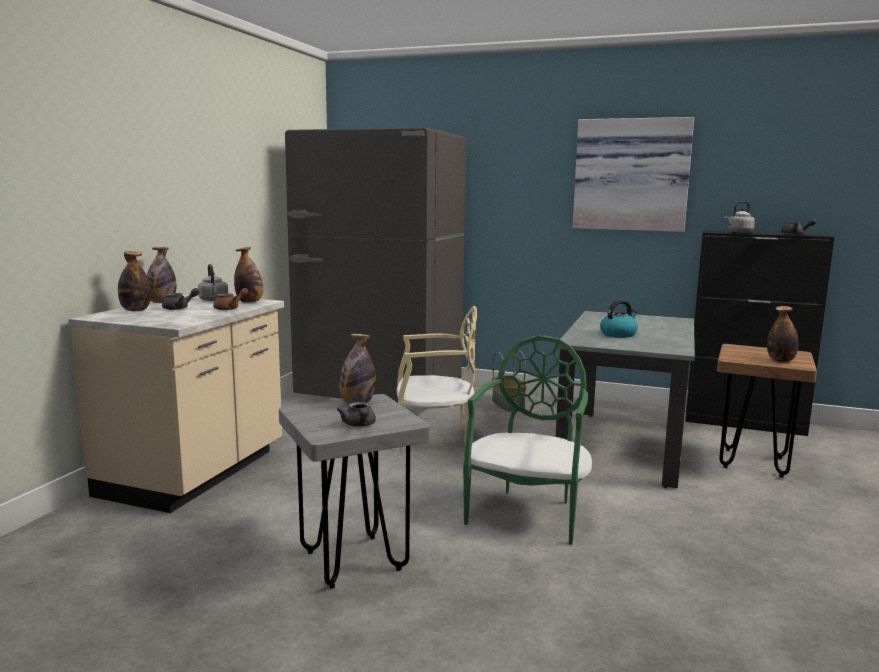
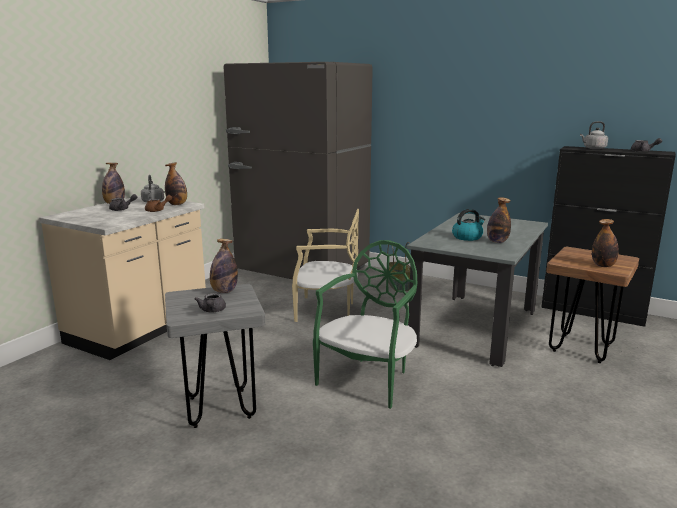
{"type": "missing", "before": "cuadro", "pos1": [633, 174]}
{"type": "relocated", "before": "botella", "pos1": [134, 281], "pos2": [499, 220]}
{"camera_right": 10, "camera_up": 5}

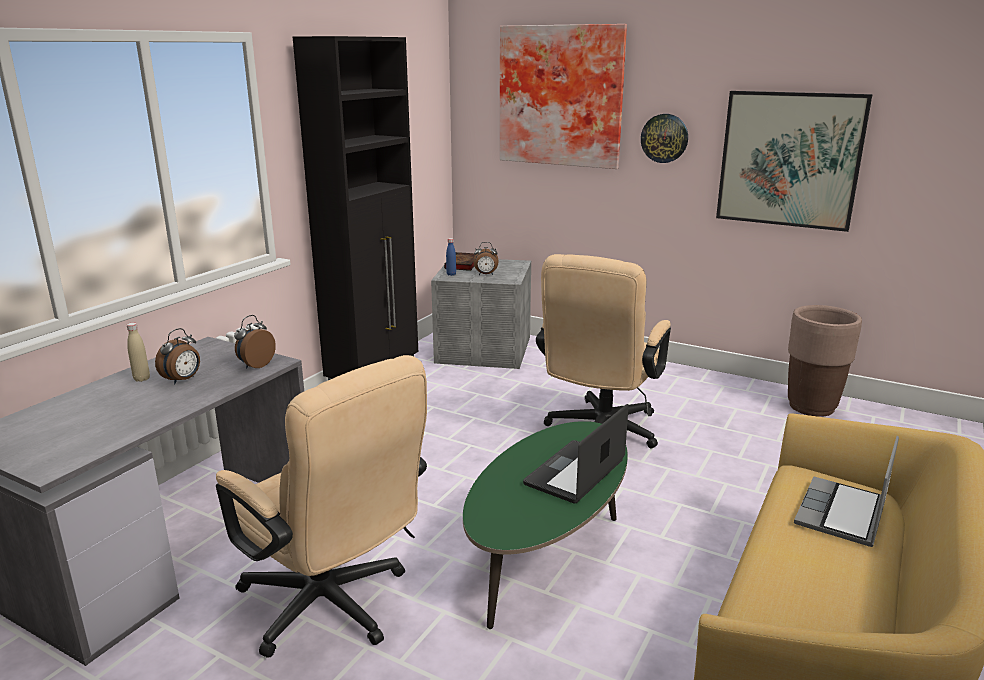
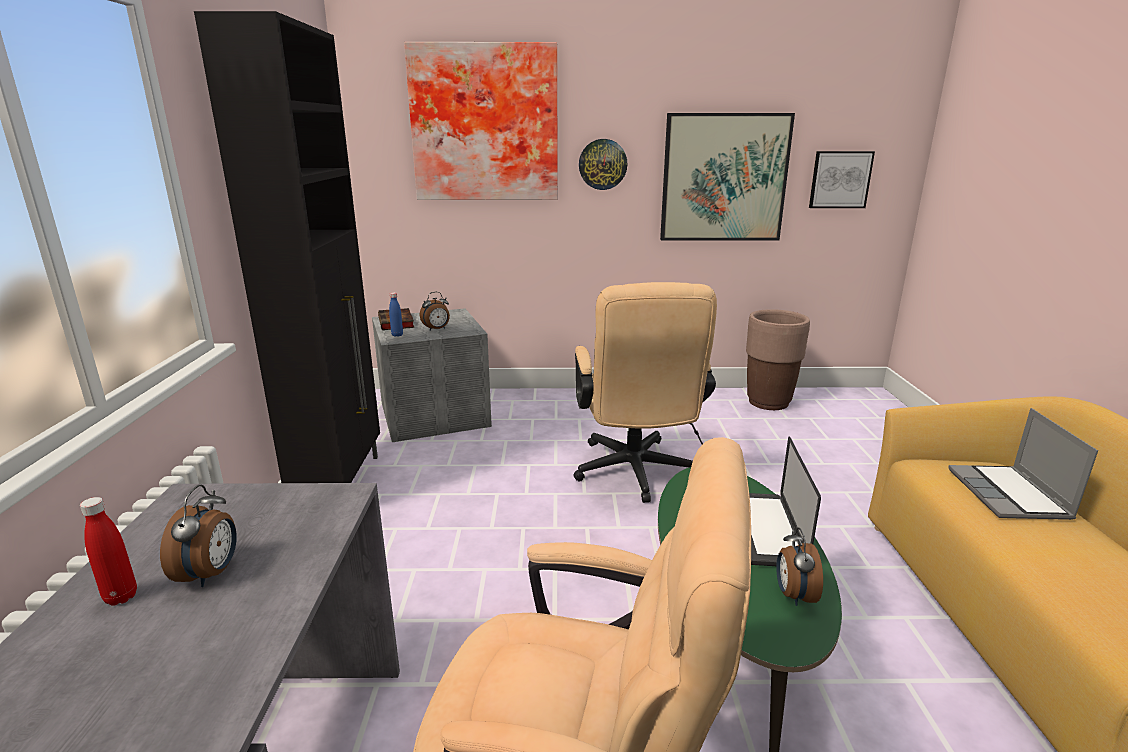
{"type": "relocated", "before": "despertador", "pos1": [255, 341], "pos2": [799, 567]}
{"type": "colour", "before": "botella [beis]", "after": "botella [rojo]", "pos1": [138, 352], "pos2": [108, 551]}
{"type": "appeared", "after": "cuadro", "pos2": [842, 179]}
{"camera_right": -30, "camera_up": 0}

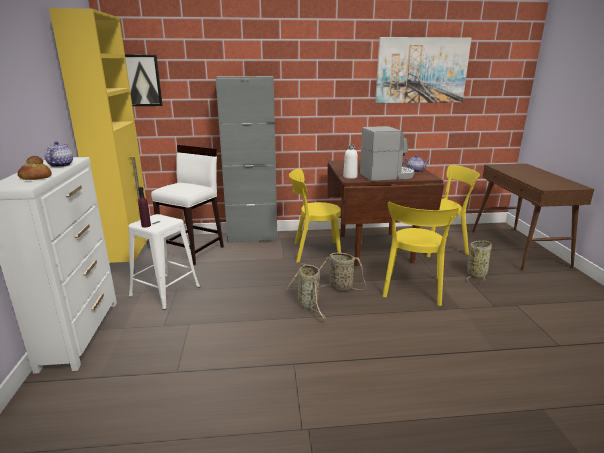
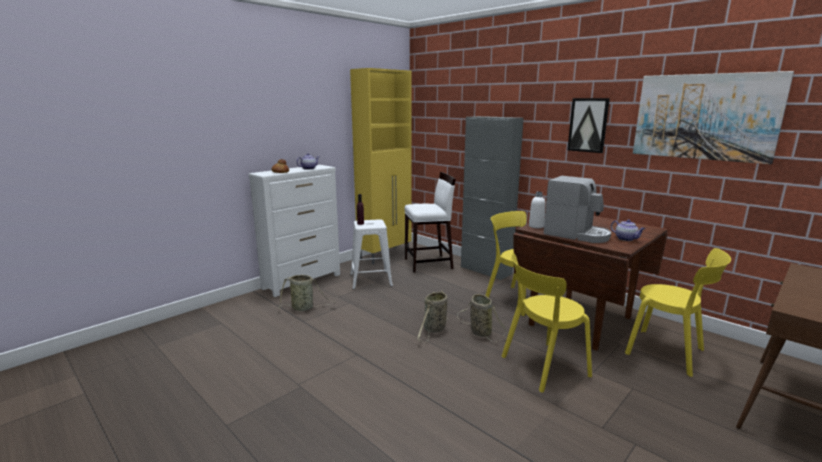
{"type": "relocated", "before": "cuadro", "pos1": [144, 80], "pos2": [589, 125]}
{"type": "relocated", "before": "cesta", "pos1": [479, 260], "pos2": [307, 292]}
{"camera_right": 50, "camera_up": -5}

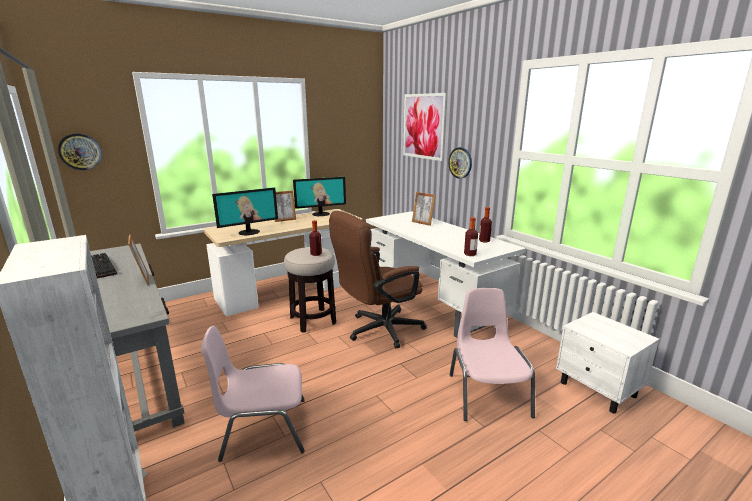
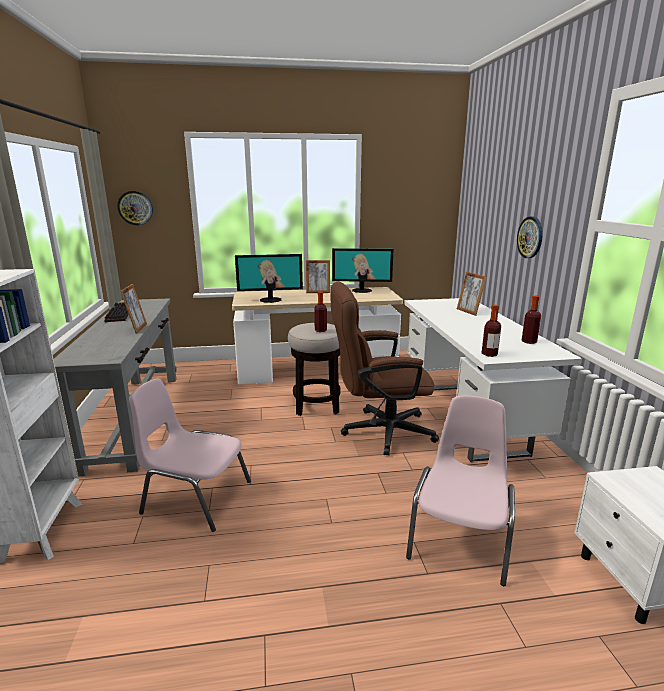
{"type": "missing", "before": "cuadro", "pos1": [425, 127]}
{"camera_right": 25, "camera_up": 0}

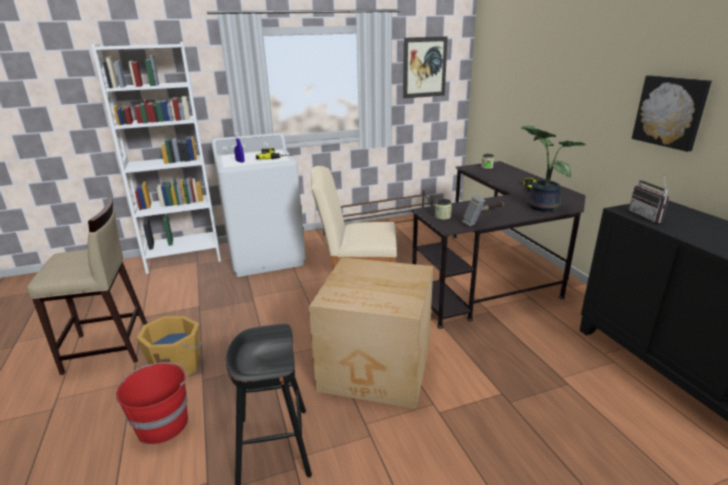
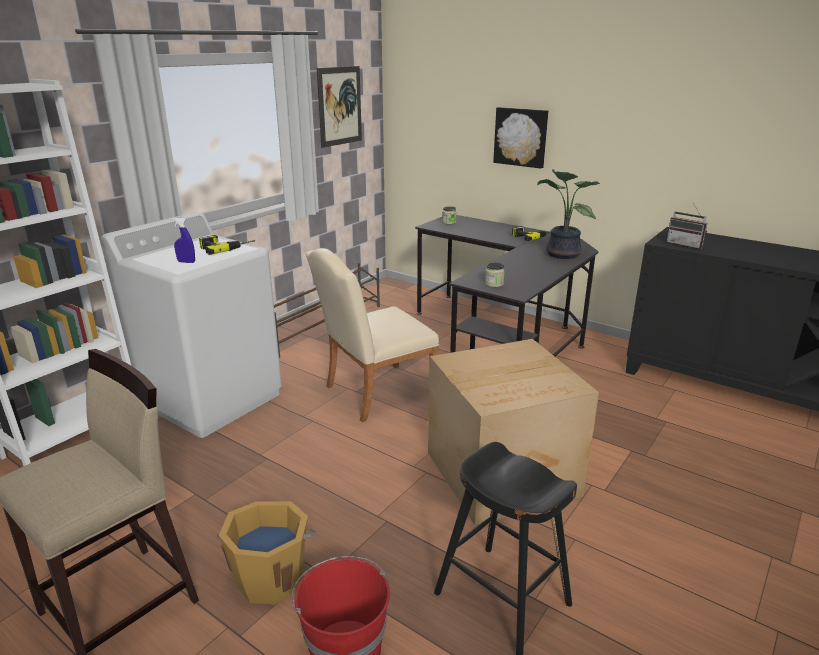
{"type": "relocated", "before": "cuadro", "pos1": [672, 113], "pos2": [520, 138]}
{"type": "missing", "before": "martillo", "pos1": [483, 210]}
{"camera_right": -35, "camera_up": 0}

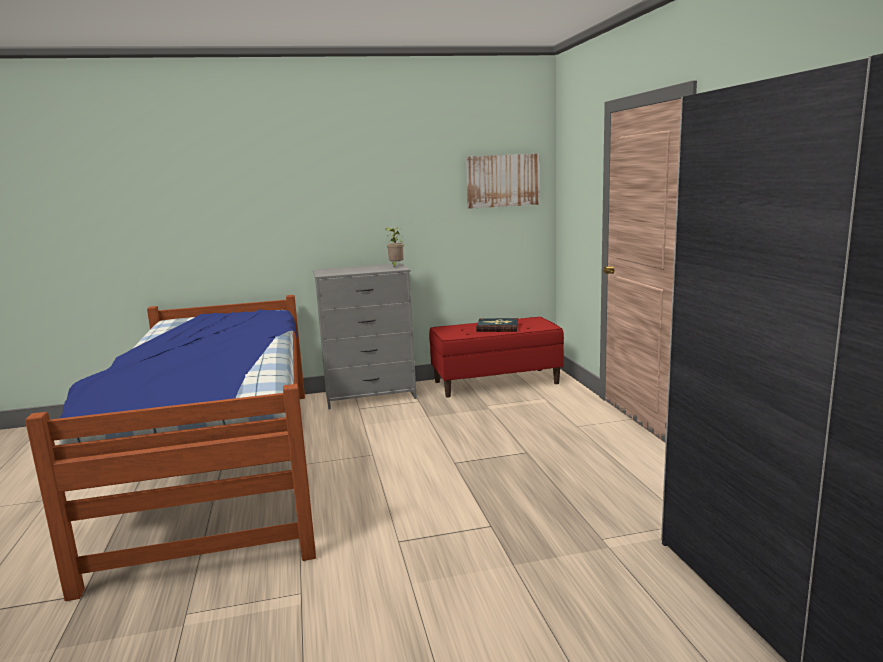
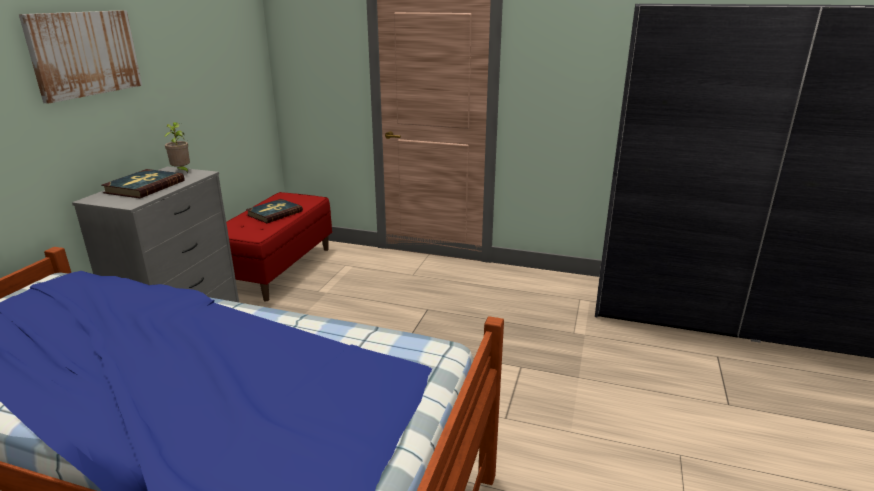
{"type": "relocated", "before": "cuadro", "pos1": [503, 181], "pos2": [80, 57]}
{"type": "appeared", "after": "libro", "pos2": [142, 183]}
{"camera_right": -60, "camera_up": 10}

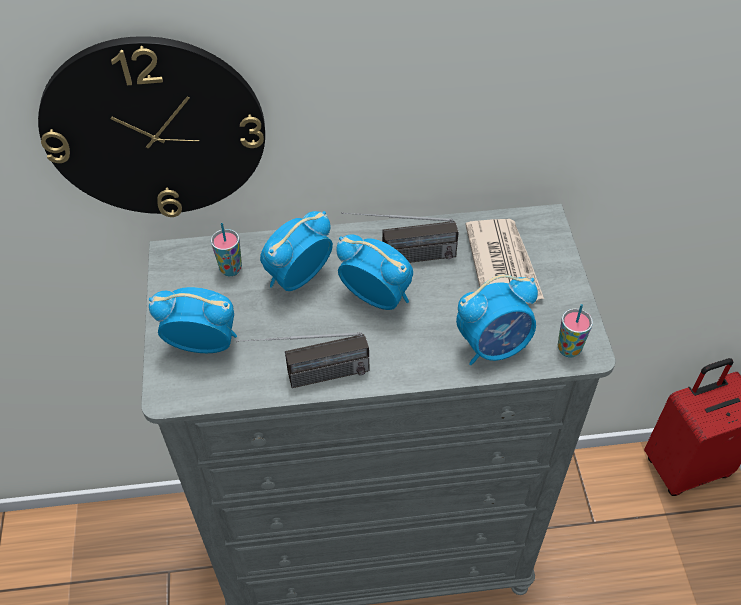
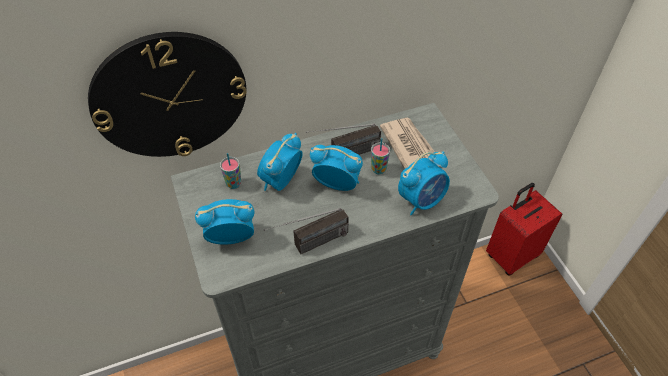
{"type": "relocated", "before": "taza", "pos1": [575, 331], "pos2": [380, 156]}
{"camera_right": -15, "camera_up": 0}

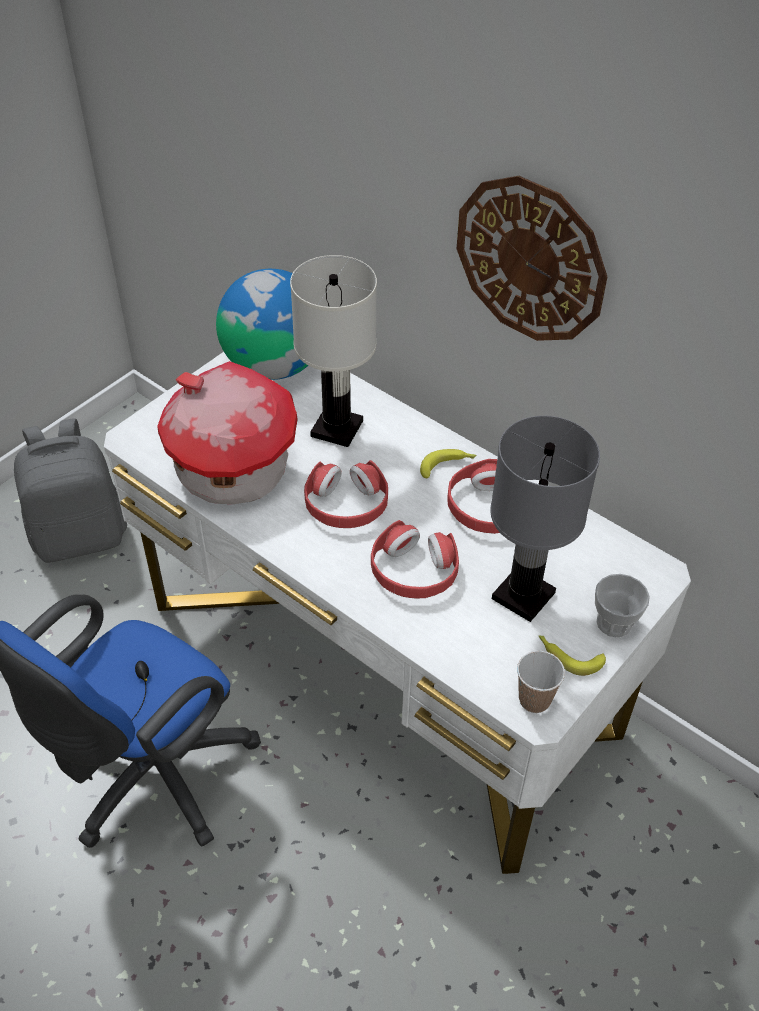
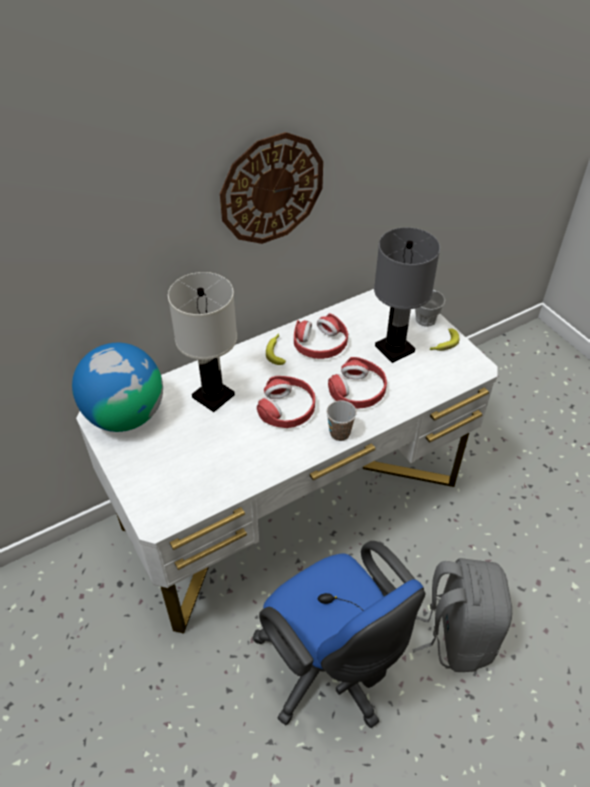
{"type": "missing", "before": "casita", "pos1": [227, 432]}
{"type": "relocated", "before": "mochila [gris]", "pos1": [70, 490], "pos2": [462, 615]}
{"type": "relocated", "before": "taza", "pos1": [541, 682], "pos2": [341, 420]}
{"camera_right": -70, "camera_up": 0}

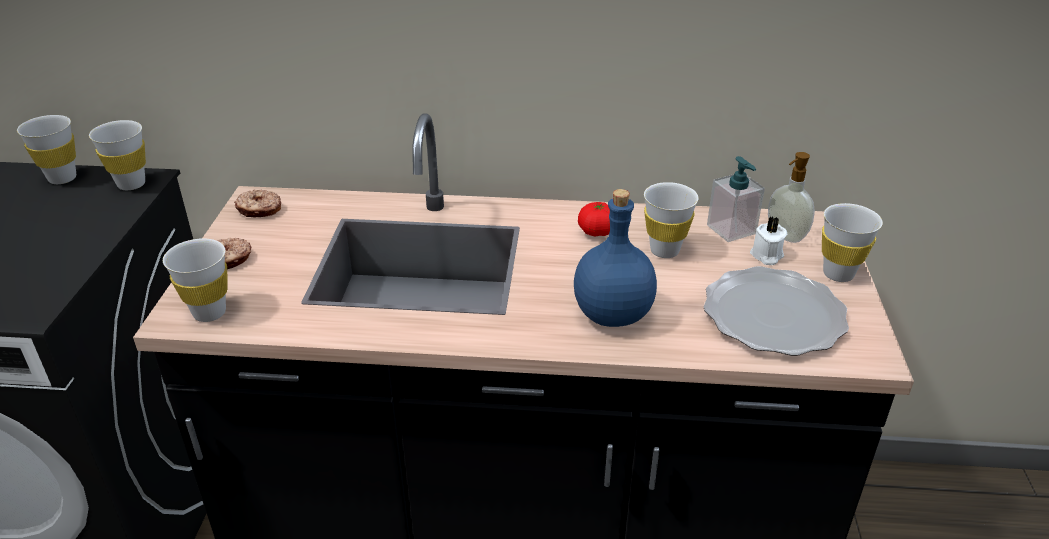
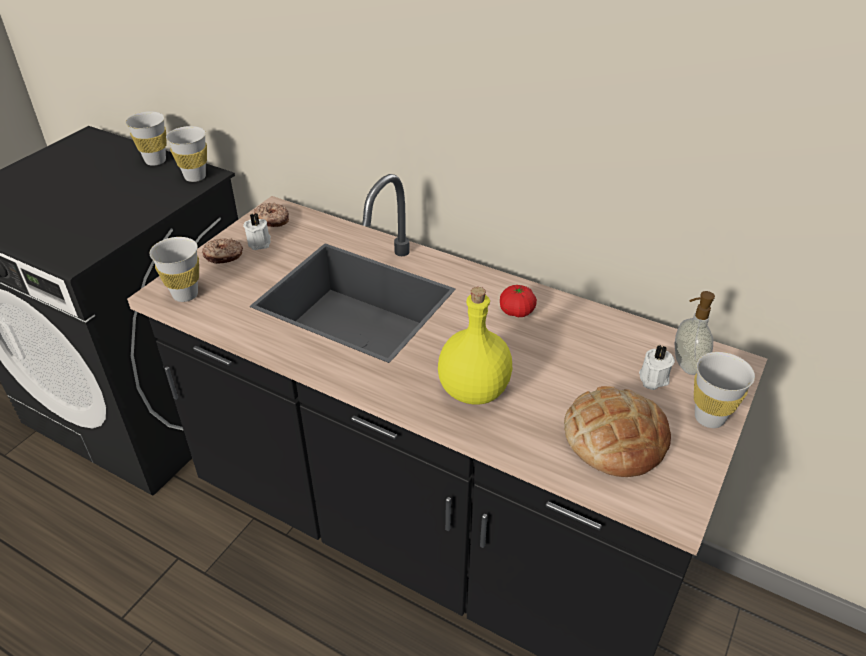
{"type": "missing", "before": "dispensador de jabón", "pos1": [736, 199]}
{"type": "missing", "before": "taza [blanco]", "pos1": [671, 220]}
{"type": "colour", "before": "botella [azul]", "after": "botella [amarillo]", "pos1": [615, 258], "pos2": [475, 346]}
{"type": "exchanged", "before": "plato", "after": "pan", "pos1": [776, 311], "pos2": [617, 431]}
{"type": "appeared", "after": "vela [blanco]", "pos2": [257, 231]}
{"camera_right": 25, "camera_up": 5}

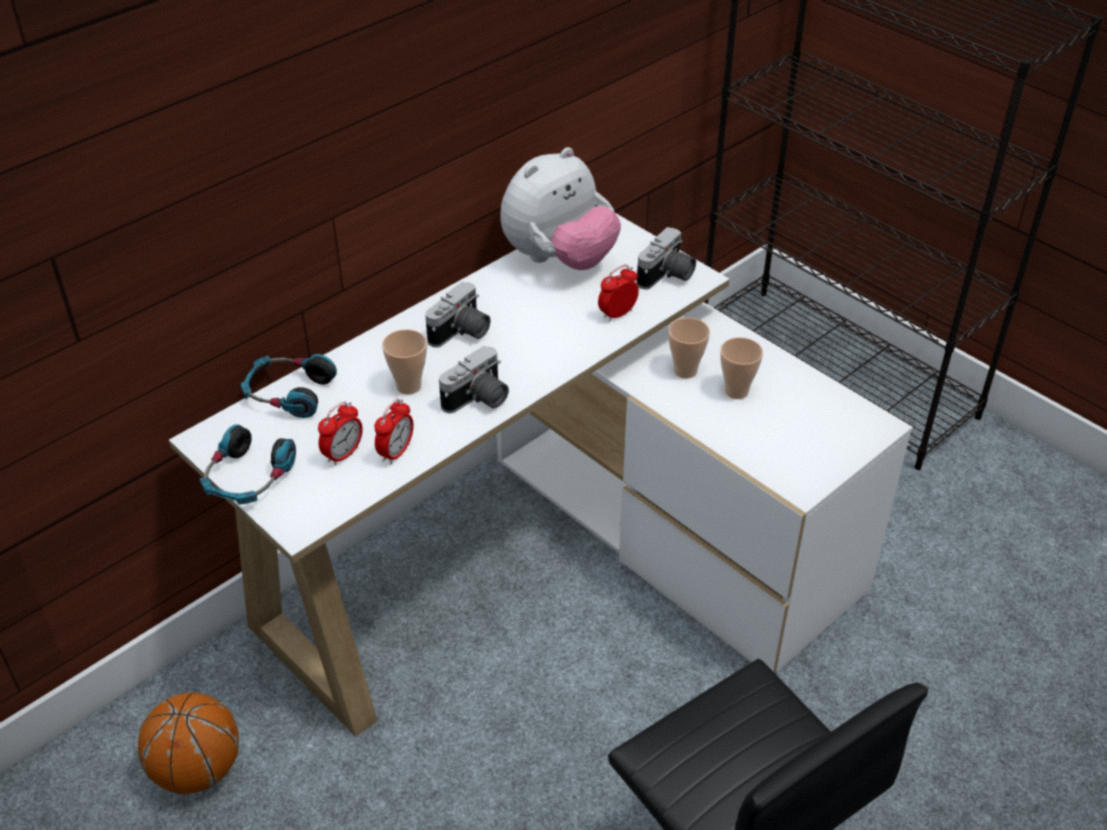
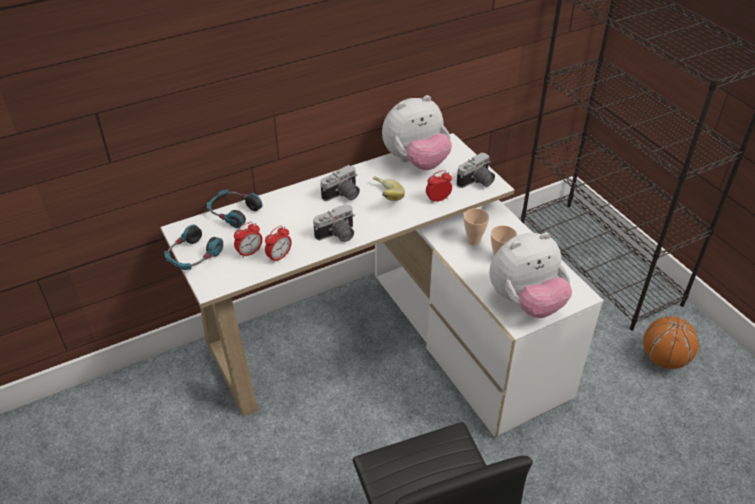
{"type": "missing", "before": "taza", "pos1": [404, 362]}
{"type": "relocated", "before": "balón de baloncesto", "pos1": [188, 743], "pos2": [671, 342]}
{"type": "appeared", "after": "plátano", "pos2": [389, 188]}
{"type": "appeared", "after": "peluche", "pos2": [530, 275]}
{"camera_right": 15, "camera_up": 0}

